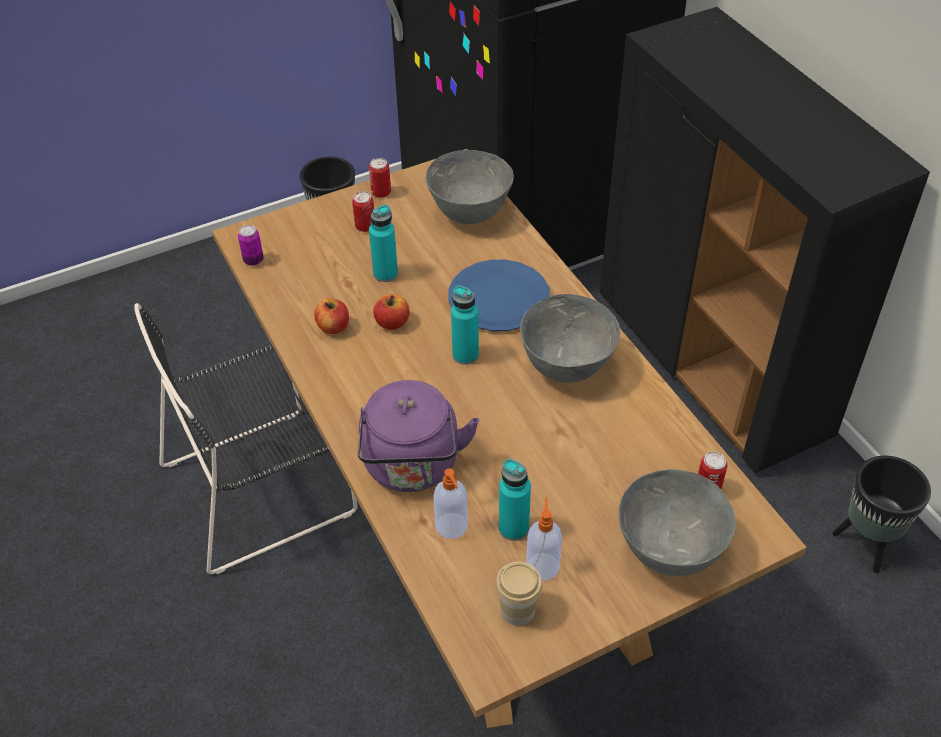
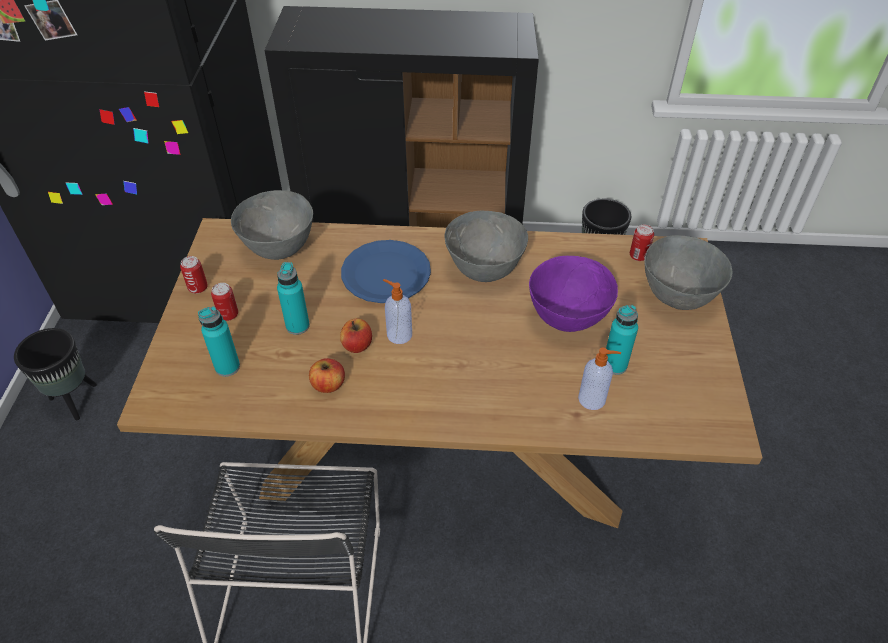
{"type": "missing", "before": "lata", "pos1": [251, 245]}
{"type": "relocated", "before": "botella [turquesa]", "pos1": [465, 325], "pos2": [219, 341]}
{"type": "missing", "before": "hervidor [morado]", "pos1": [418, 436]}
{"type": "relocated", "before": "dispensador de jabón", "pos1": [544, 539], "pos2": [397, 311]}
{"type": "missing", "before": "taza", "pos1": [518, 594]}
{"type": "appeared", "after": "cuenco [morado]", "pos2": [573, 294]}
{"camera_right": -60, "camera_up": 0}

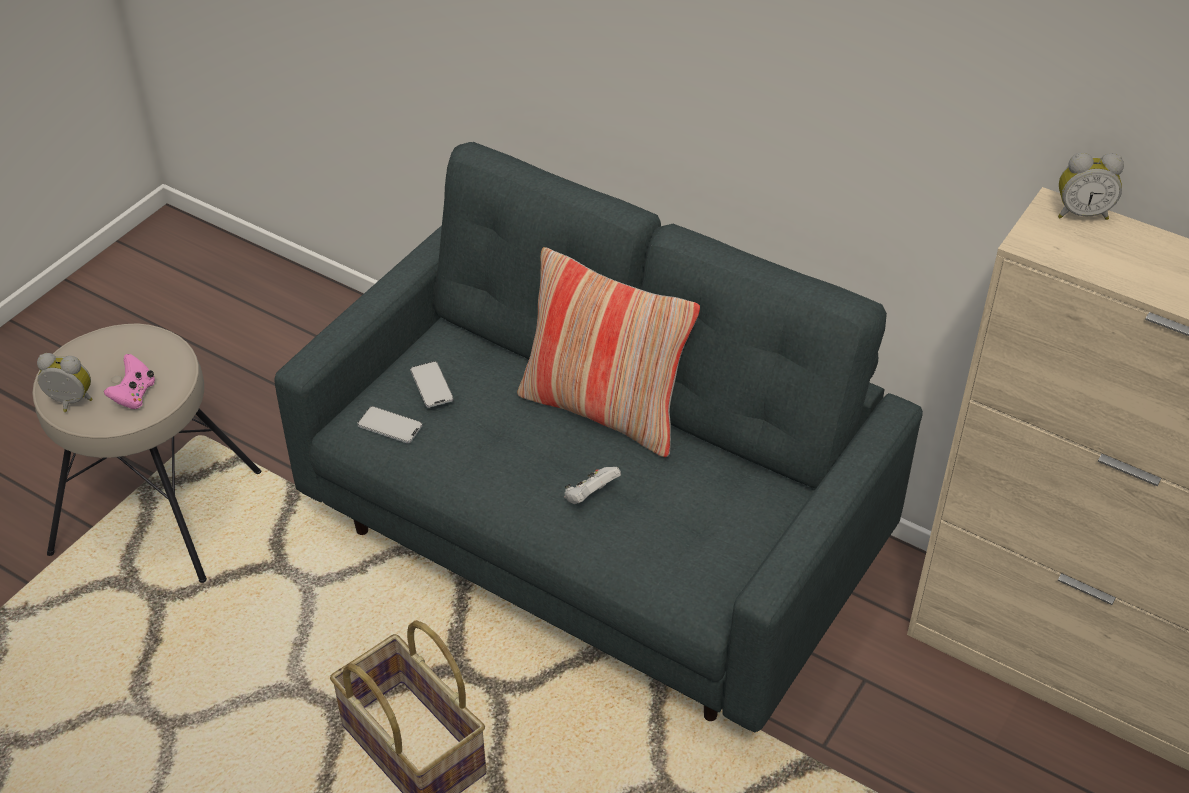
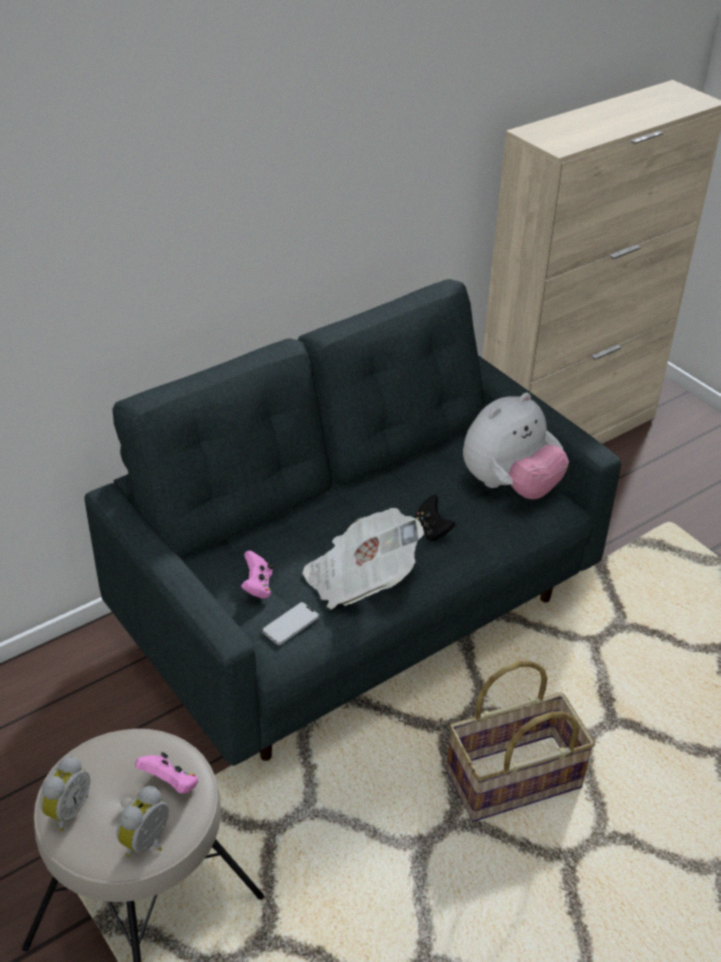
{"type": "relocated", "before": "despertador", "pos1": [1091, 186], "pos2": [65, 793]}
{"type": "missing", "before": "cojín", "pos1": [608, 352]}
{"type": "exchanged", "before": "móvil", "after": "mando de consola [rosa]", "pos1": [431, 384], "pos2": [257, 575]}
{"type": "colour", "before": "mando de consola [blanco]", "after": "mando de consola [negro]", "pos1": [592, 485], "pos2": [435, 518]}
{"type": "appeared", "after": "peluche", "pos2": [516, 446]}
{"type": "appeared", "after": "periódico", "pos2": [363, 558]}
{"camera_right": -70, "camera_up": -5}

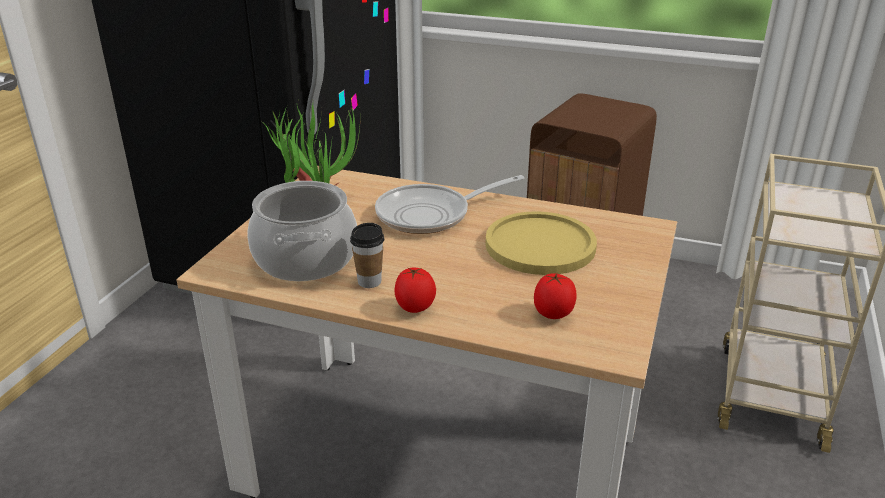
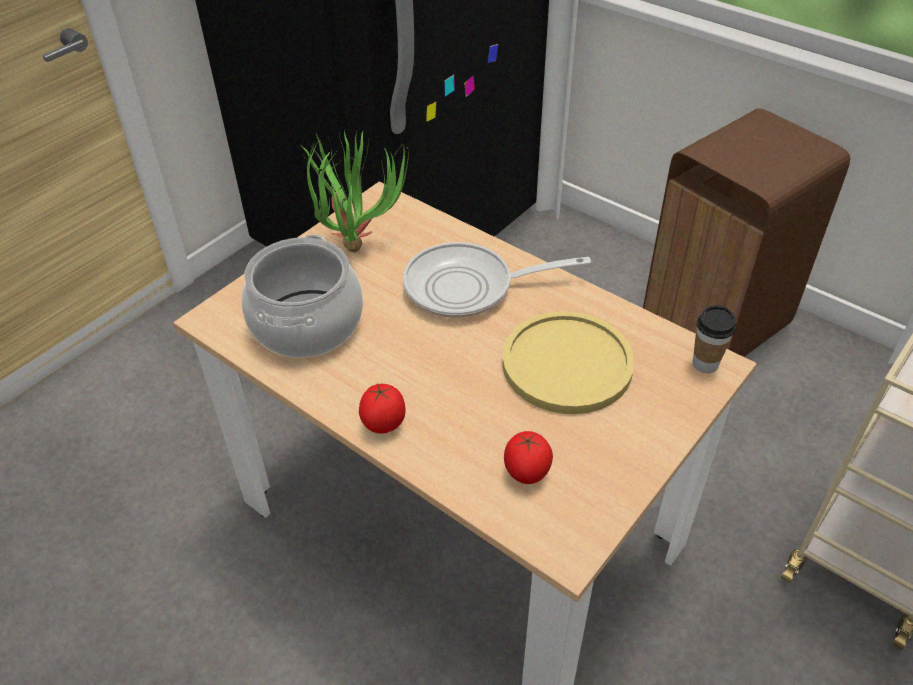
{"type": "relocated", "before": "taza", "pos1": [367, 255], "pos2": [714, 339]}
{"camera_right": 20, "camera_up": 15}

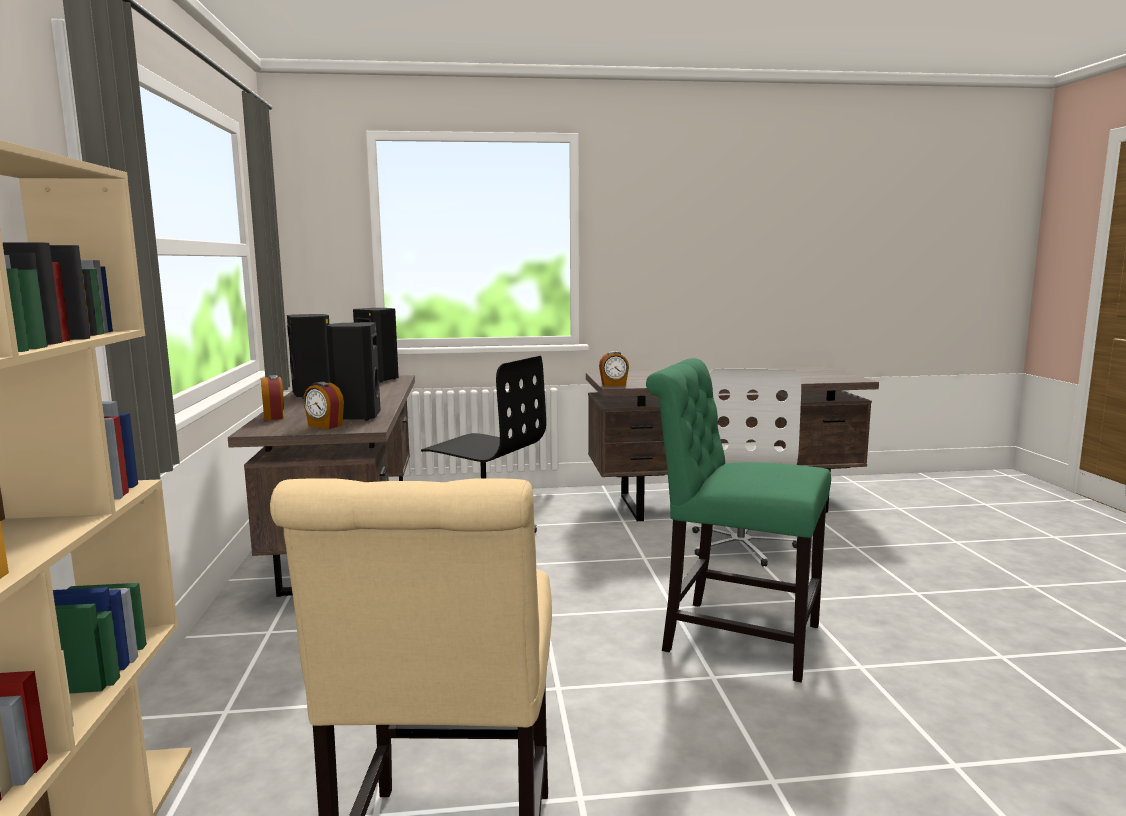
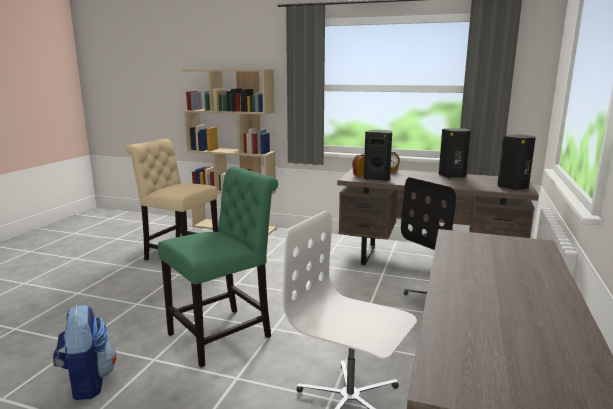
{"type": "missing", "before": "despertador", "pos1": [614, 368]}
{"type": "appeared", "after": "mochila", "pos2": [84, 352]}
{"camera_right": 115, "camera_up": 5}

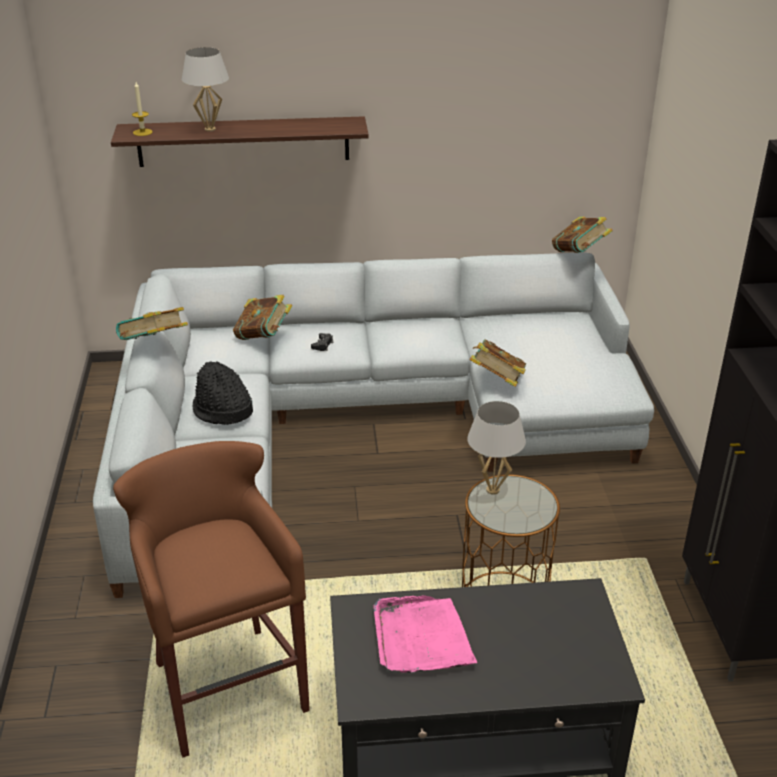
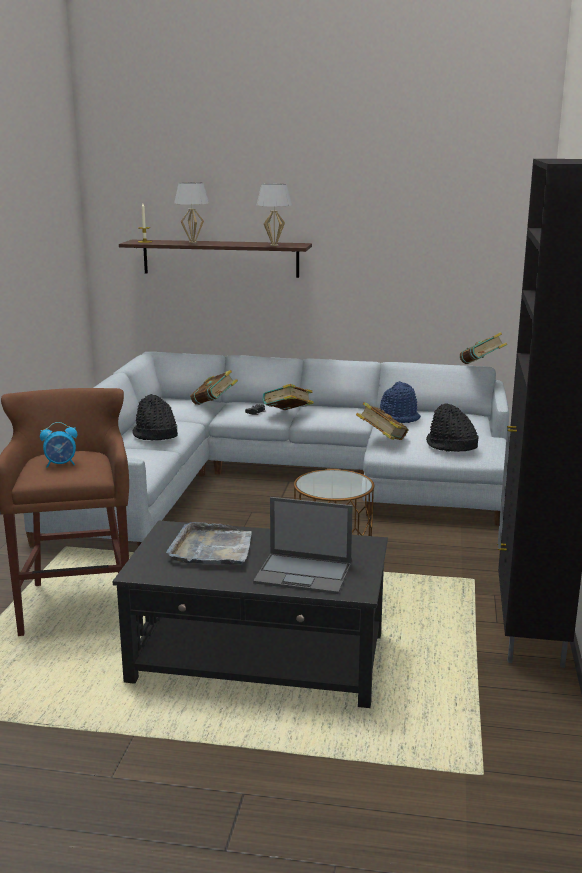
{"type": "relocated", "before": "libro", "pos1": [152, 323], "pos2": [288, 397]}
{"type": "relocated", "before": "lámpara de mesa [blanco]", "pos1": [496, 448], "pos2": [274, 215]}
{"type": "colour", "before": "bandeja [rosa]", "after": "bandeja [gris]", "pos1": [426, 634], "pos2": [209, 543]}
{"type": "appeared", "after": "sombrero [azul]", "pos2": [400, 402]}
{"type": "appeared", "after": "sombrero [negro]", "pos2": [452, 427]}
{"type": "appeared", "after": "despertador", "pos2": [59, 445]}
{"type": "appeared", "after": "portátil", "pos2": [303, 545]}
{"camera_right": 15, "camera_up": -15}

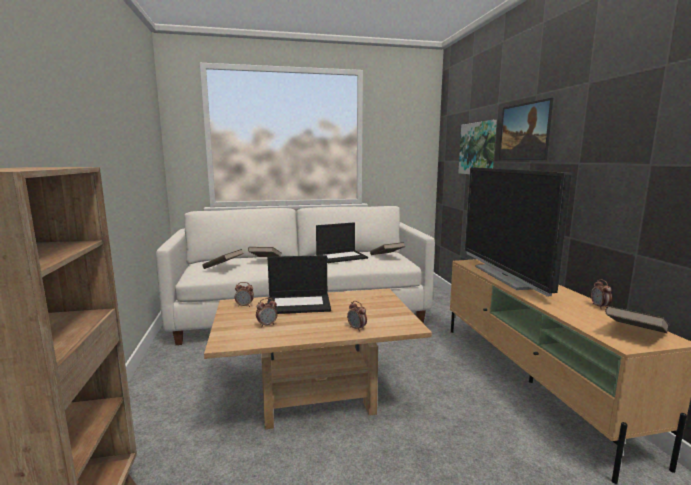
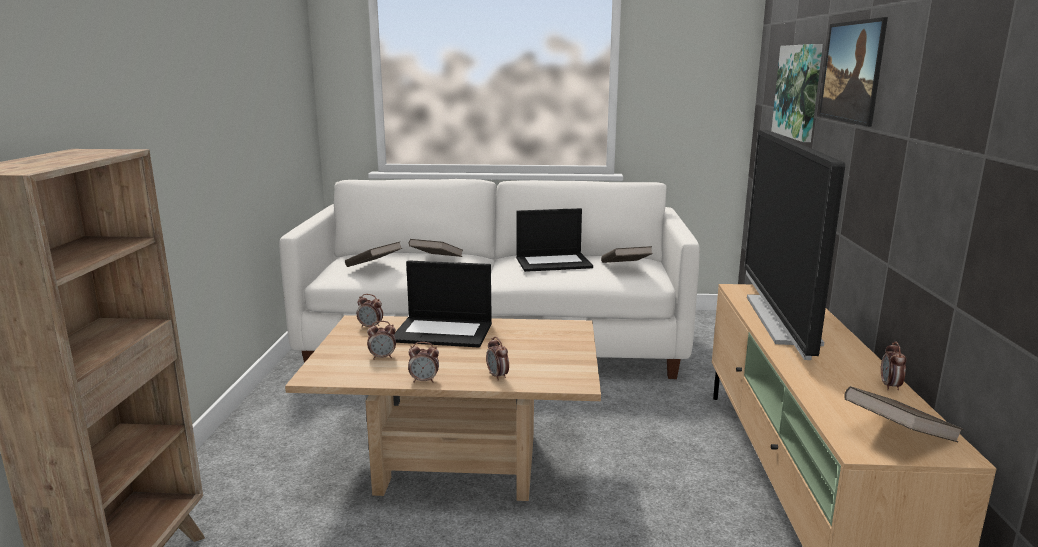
{"type": "appeared", "after": "despertador", "pos2": [423, 362]}
{"camera_right": 15, "camera_up": 5}

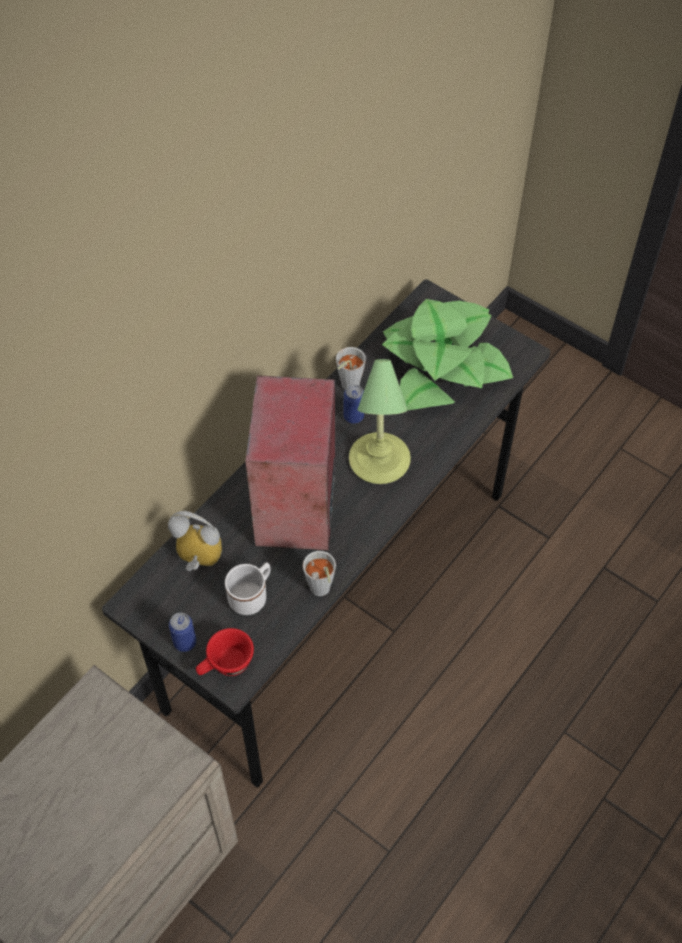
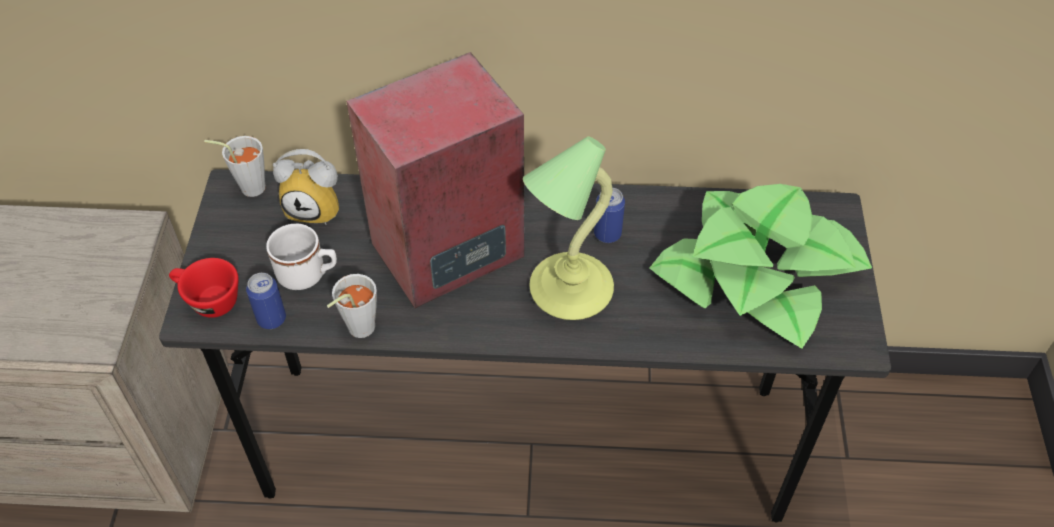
{"type": "relocated", "before": "taza [gris]", "pos1": [351, 368], "pos2": [235, 166]}
{"type": "spun", "before": "despertador", "pos1": [195, 541], "pos2": [306, 187], "turn": 120}
{"type": "relocated", "before": "lata", "pos1": [182, 632], "pos2": [266, 301]}
{"camera_right": 55, "camera_up": -5}

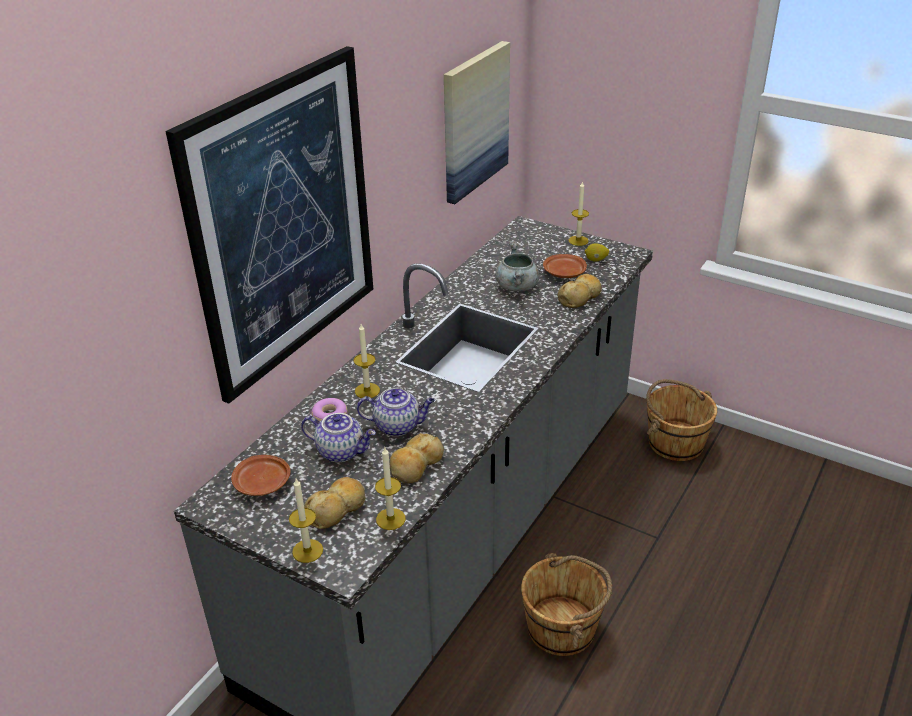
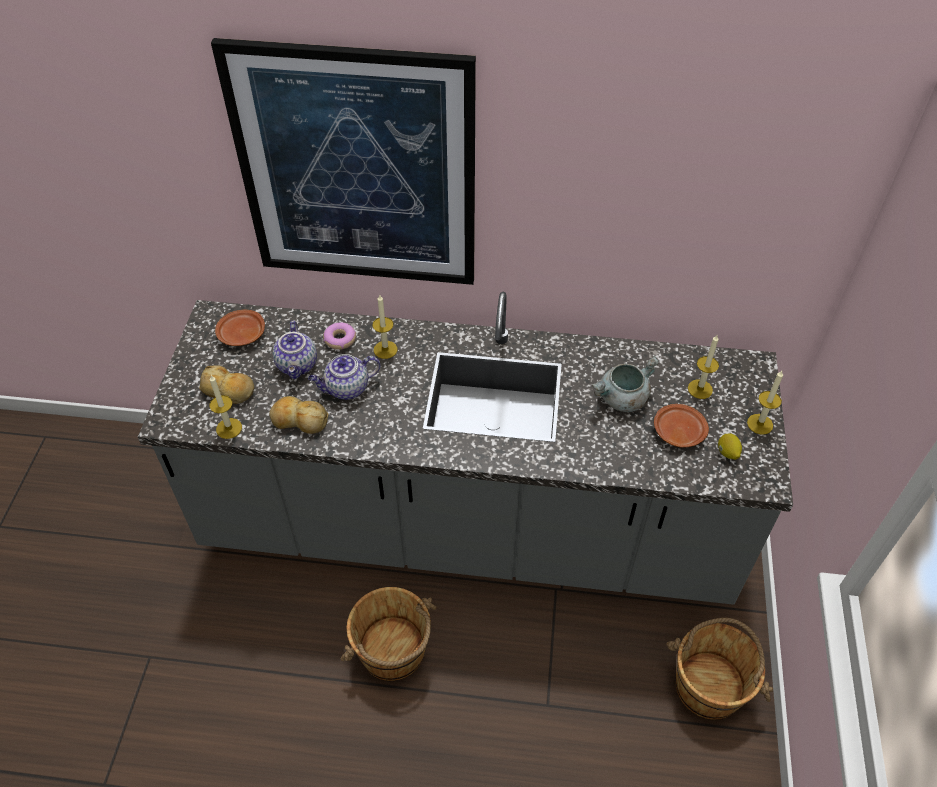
{"type": "missing", "before": "cuadro", "pos1": [477, 122]}
{"type": "missing", "before": "pan", "pos1": [580, 291]}
{"type": "spun", "before": "tetera", "pos1": [396, 412], "pos2": [344, 377], "turn": 90}
{"type": "relocated", "before": "vela", "pos1": [306, 521], "pos2": [703, 367]}
{"camera_right": 65, "camera_up": 15}

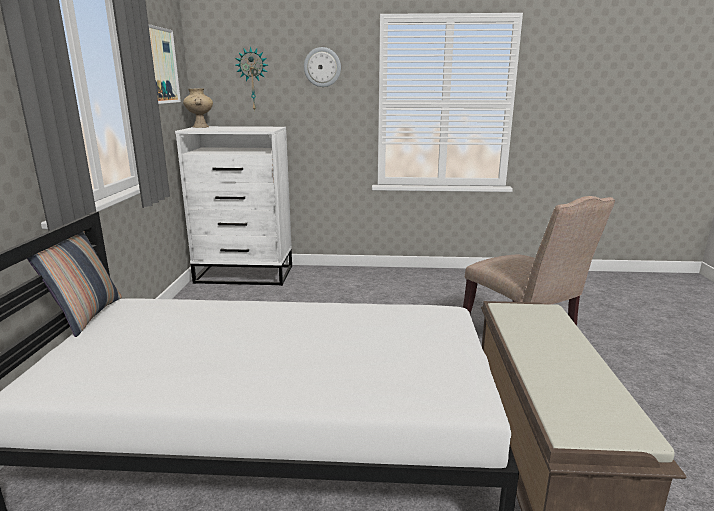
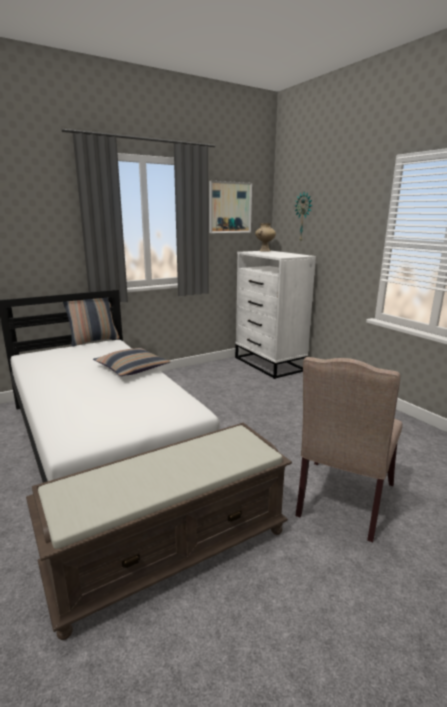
{"type": "missing", "before": "reloj de pared", "pos1": [322, 67]}
{"type": "appeared", "after": "cojín", "pos2": [132, 362]}
{"camera_right": 55, "camera_up": 0}

